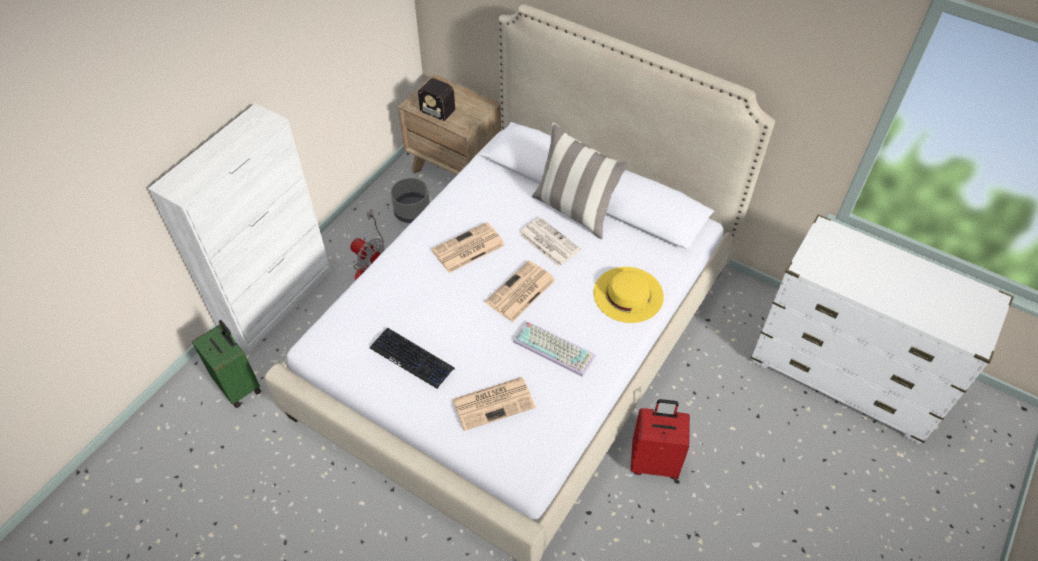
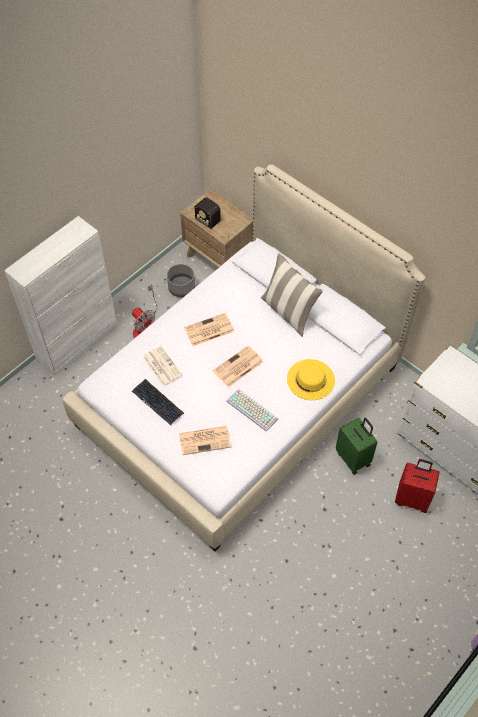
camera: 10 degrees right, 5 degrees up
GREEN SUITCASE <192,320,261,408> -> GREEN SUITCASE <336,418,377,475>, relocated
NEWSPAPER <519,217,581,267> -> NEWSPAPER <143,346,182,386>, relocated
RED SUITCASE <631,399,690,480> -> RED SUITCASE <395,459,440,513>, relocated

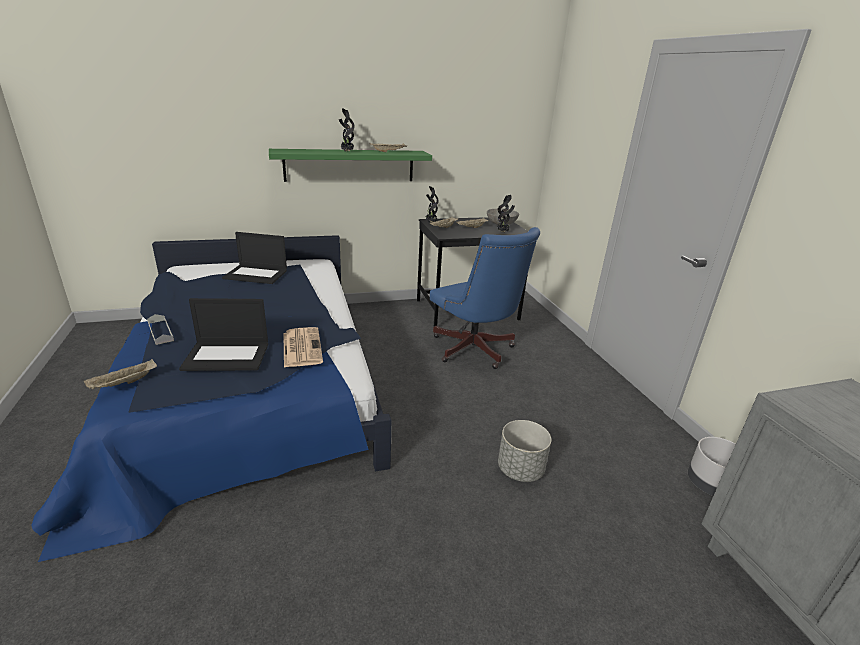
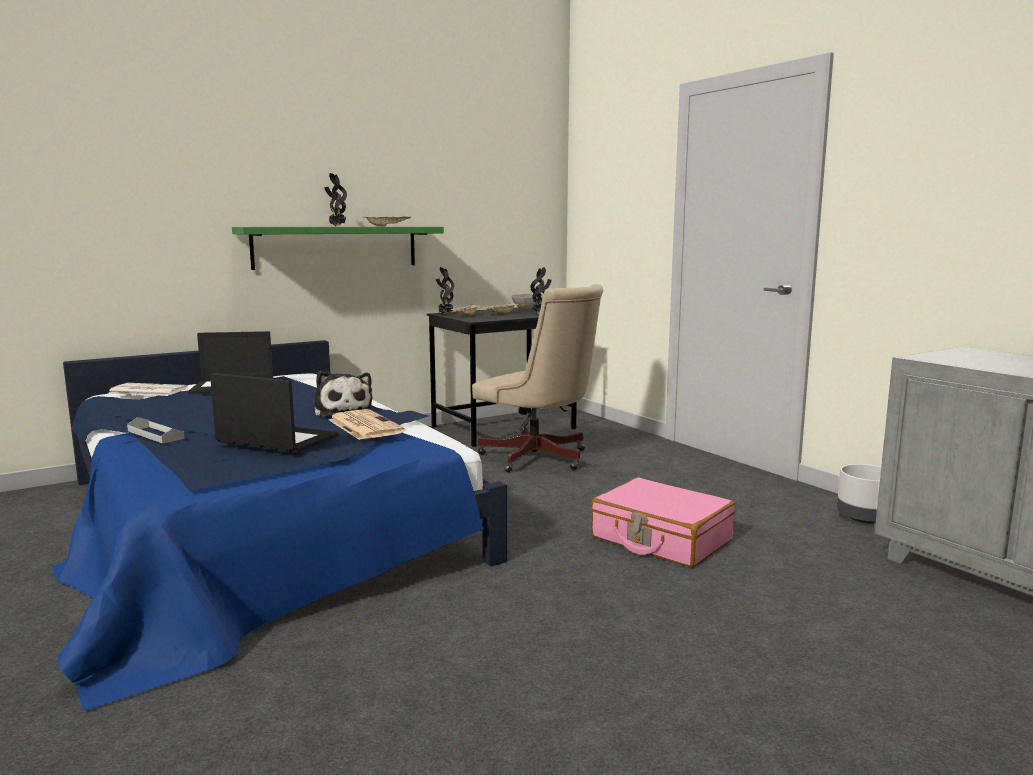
camera: 15 degrees left, 15 degrees down
BEIGE TRAY <84,359,157,390> -> none
LAPTOP <179,298,268,371> -> LAPTOP <210,373,339,453>, 135 degrees counterclockwise
BLUE OFFICE CHAIR <430,227,540,369> -> BEIGE OFFICE CHAIR <472,284,603,472>
GREY PLANTER <498,420,551,482> -> PINK SUITCASE <591,477,735,568>
none -> NEWSPAPER <109,383,188,396>
none -> PLUSH TOY <314,371,373,417>

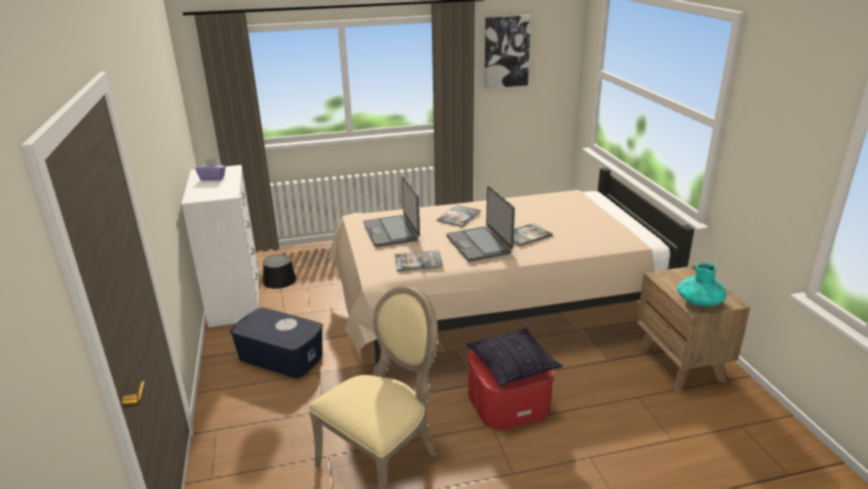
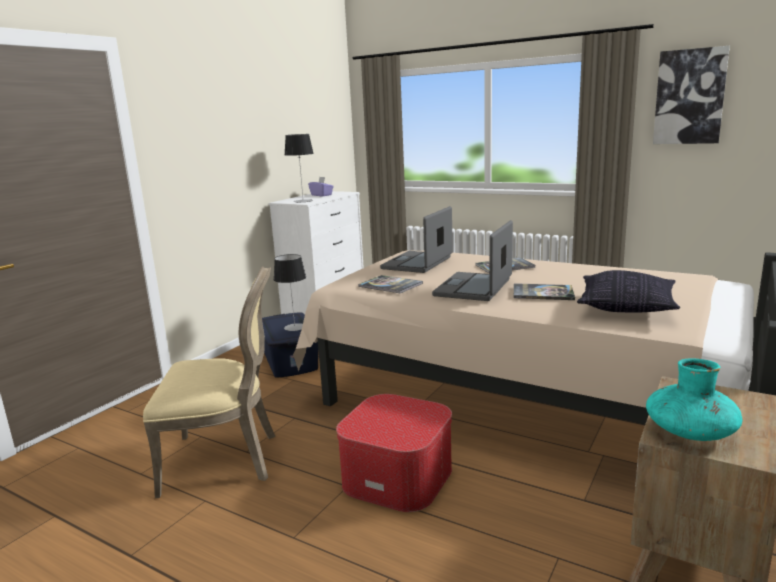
camera: 45 degrees right, 10 degrees down
PILLOW <466,328,563,387> -> PILLOW <577,270,680,312>, relocated
none -> TABLE LAMP <285,134,314,203>

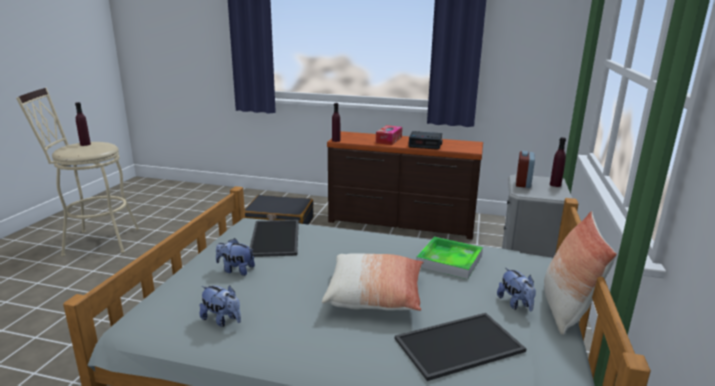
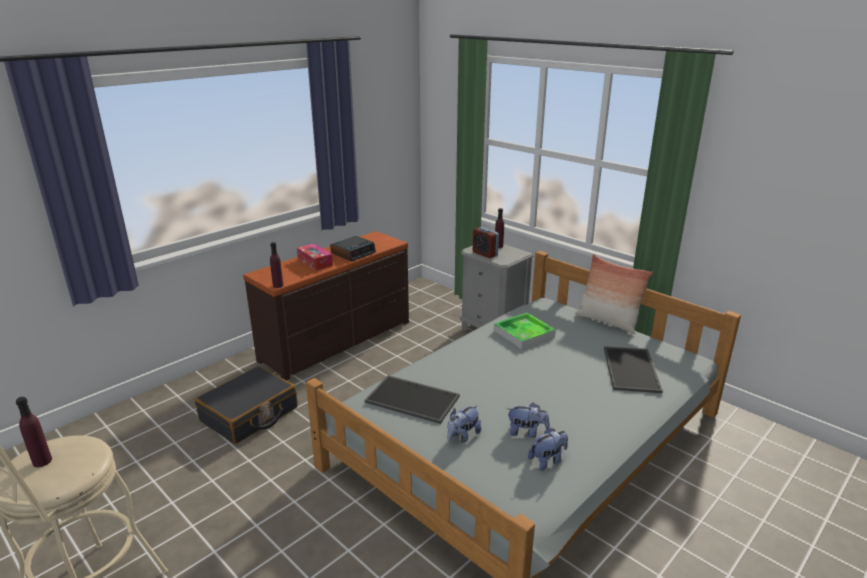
camera: 60 degrees left, 5 degrees up
PILLOW <322,253,424,311> -> none
PLUSH TOY <497,268,536,311> -> PLUSH TOY <507,403,550,438>, relocated

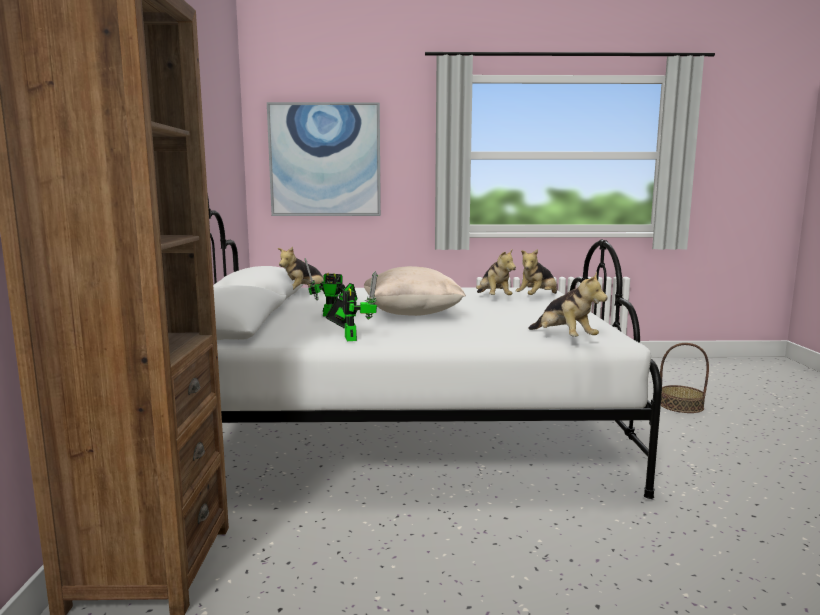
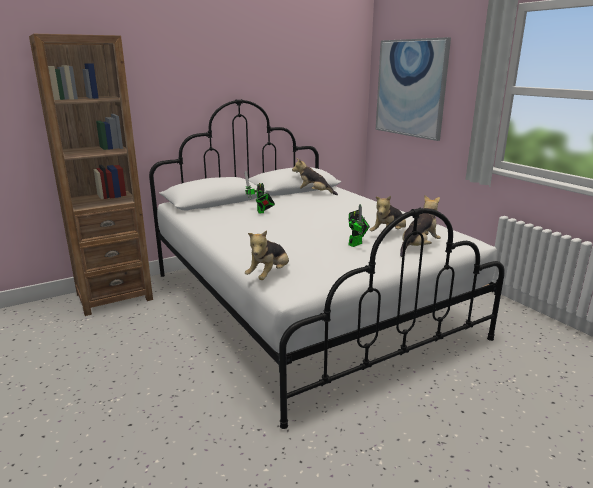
camera: 60 degrees right, 10 degrees up
TOY ROBOT <326,271,378,341> -> TOY ROBOT <348,204,370,247>, relocated
BEIGE PILLOW <364,266,466,316> -> none
PLUSH TOY <515,249,557,295> -> PLUSH TOY <400,195,441,257>, 120 degrees clockwise
BASKET <660,343,709,413> -> none

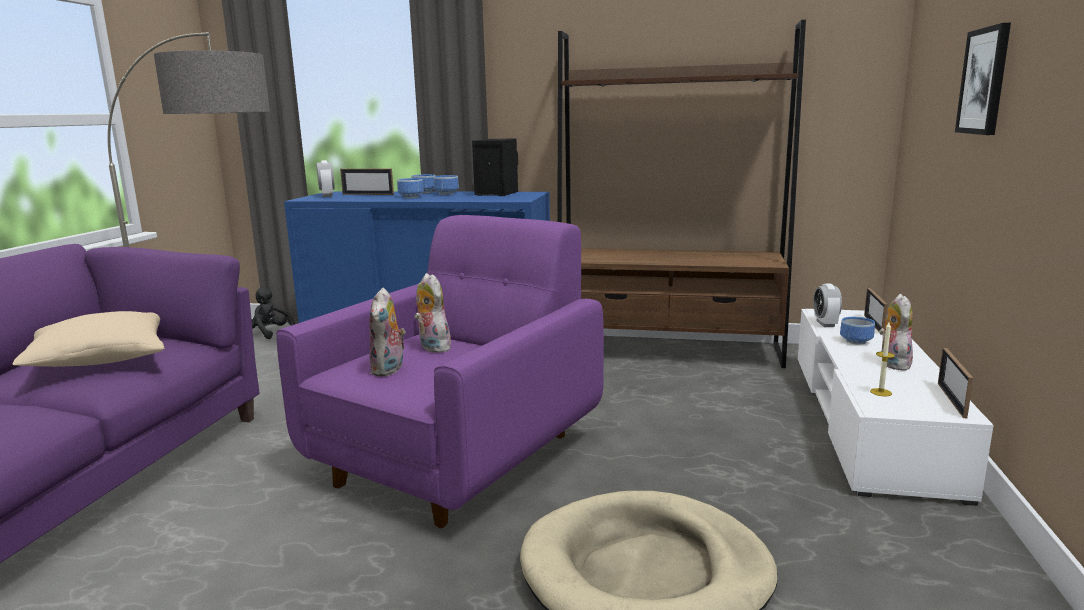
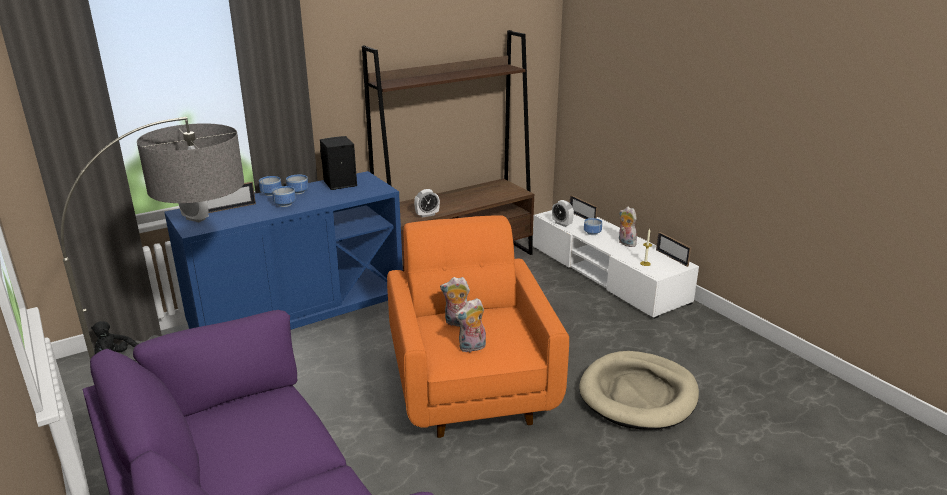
camera: 45 degrees left, 10 degrees up
BEIGE PILLOW <12,311,165,367> -> none
PURPLE ARMCHAIR <277,215,604,528> -> ORANGE ARMCHAIR <387,215,569,438>
PLUSH TOY <369,288,406,376> -> PLUSH TOY <455,298,486,352>, 105 degrees clockwise
PICTURE <955,22,1011,135> -> none
none -> ALARM CLOCK <414,189,440,218>

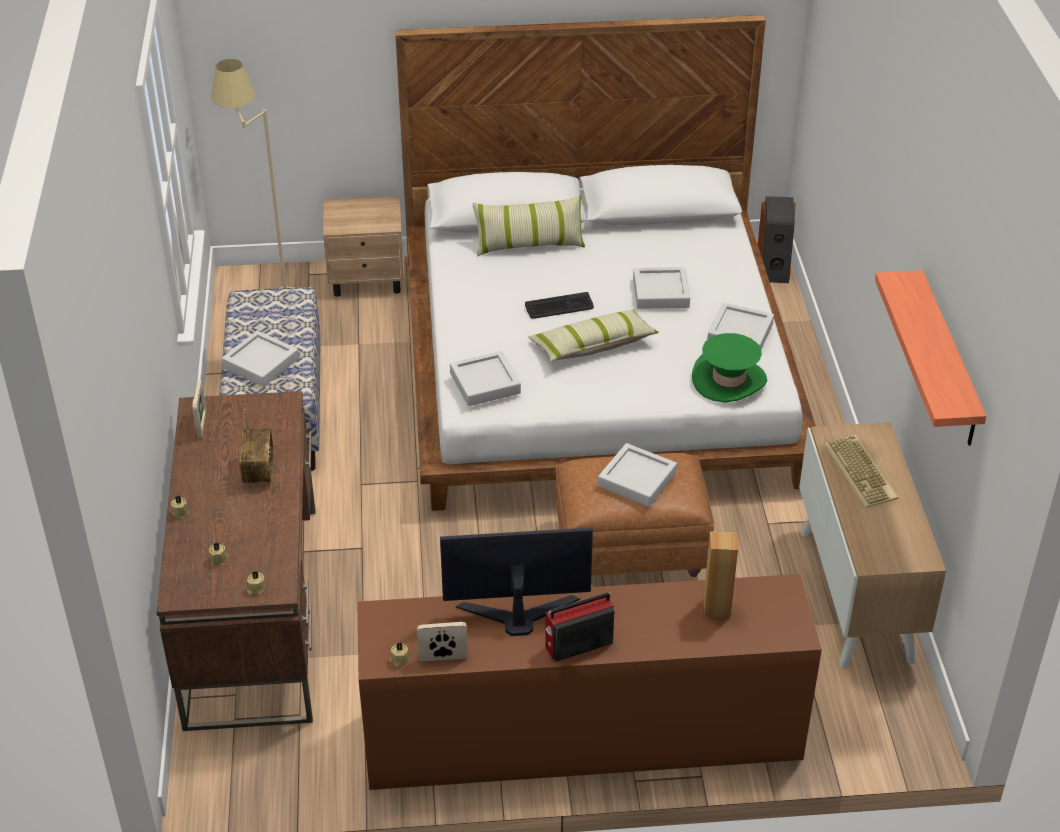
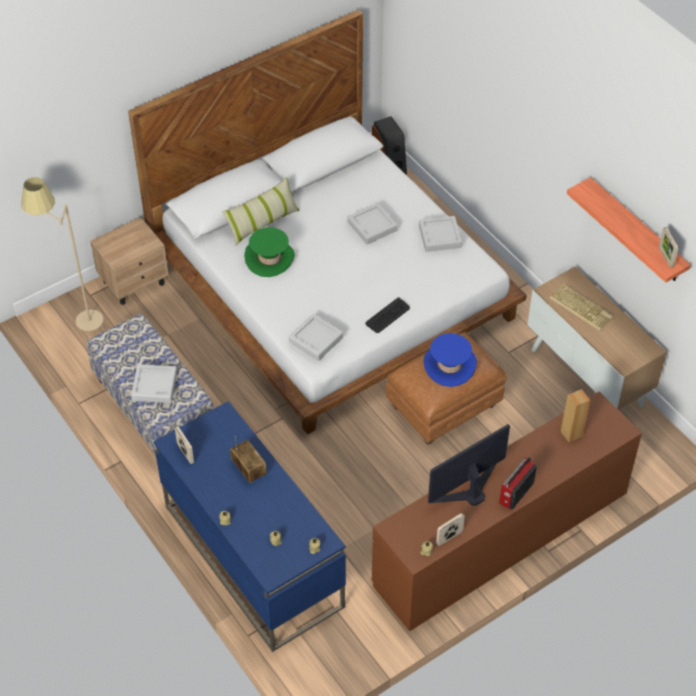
camera: 30 degrees left, 10 degrees up
BROWN DESK <156,391,316,731> -> BLUE DESK <153,401,346,652>
KEYBOARD <525,292,594,319> -> KEYBOARD <365,297,410,333>, relocated
PILLOW <528,309,659,362> -> none
GREY TRAY <598,443,677,507> -> BLUE HAT <423,333,477,387>
GREEN HAT <692,333,767,403> -> GREEN HAT <244,227,295,277>, relocated
none -> PICTURE FRAME <659,227,679,267>

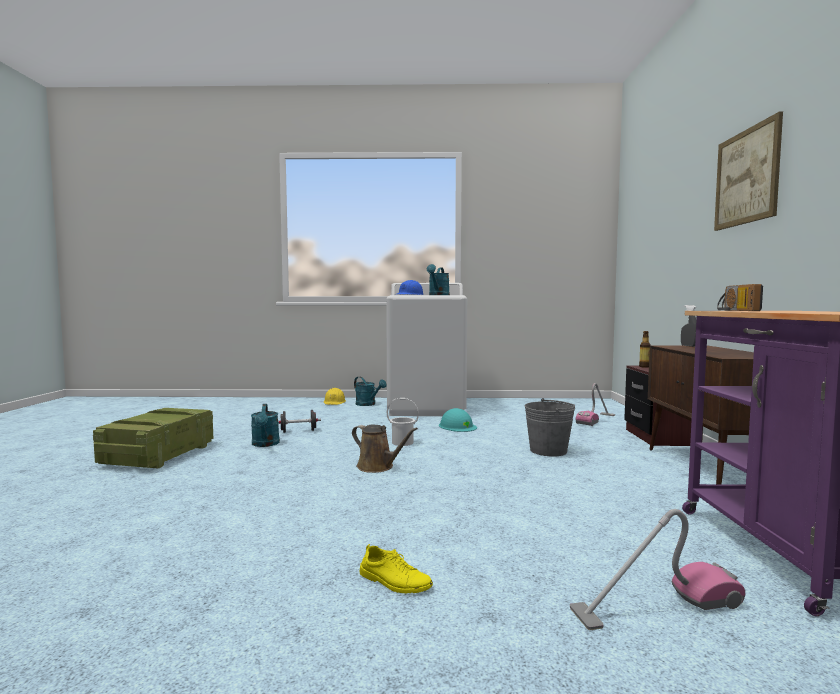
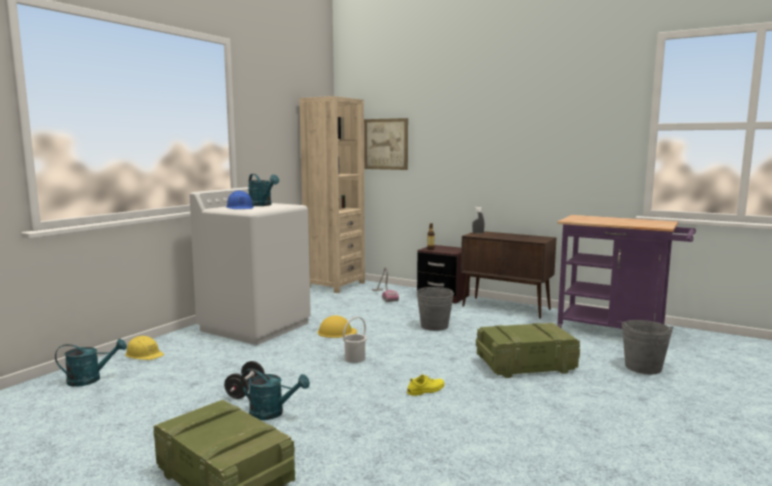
camera: 60 degrees left, 5 degrees up
BROWN WATERING CAN <352,424,418,473> -> none
TURQUOISE WATERING CAN <354,377,387,406> -> TURQUOISE WATERING CAN <55,339,127,387>, relocated
YELLOW SHOE <360,544,433,593> -> YELLOW SHOE <407,374,445,396>, relocated
TURQUOISE HARD HAT <439,408,477,432> -> YELLOW HARD HAT <317,315,357,338>
VACUUM CLEANER <570,509,745,630> -> GREY BUCKET <621,320,673,374>
PICTURE <714,111,783,231> -> PICTURE <364,118,408,170>, relocated
RADIO <717,284,763,311> -> none
none -> BEIGE BOOKCASE <299,96,365,293>
none -> CRATE <476,323,580,378>

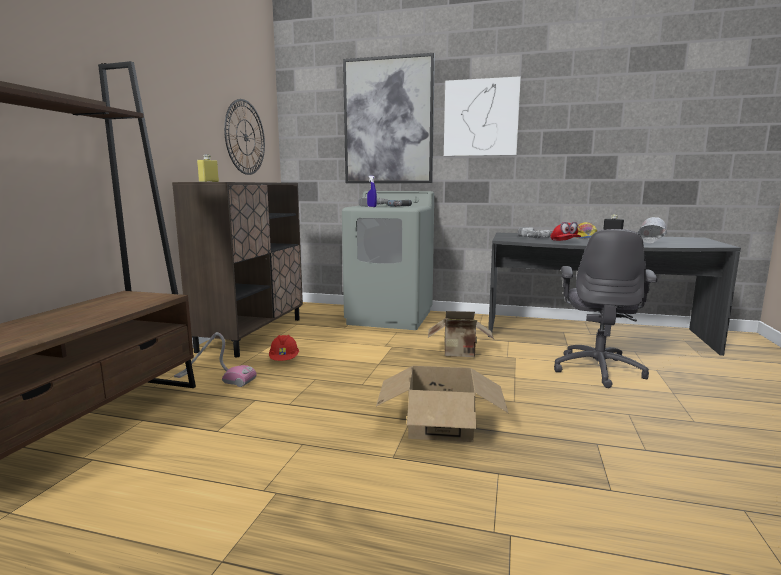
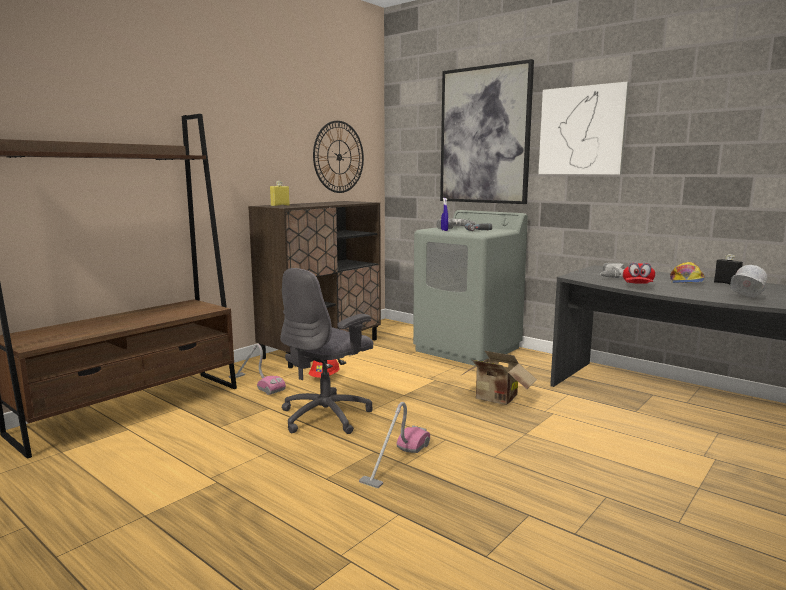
camera: 25 degrees right, 0 degrees up
CARDBOARD BOX <376,366,508,442> -> VACUUM CLEANER <359,402,430,488>
GREY OFFICE CHAIR <554,229,658,388> -> GREY OFFICE CHAIR <280,268,373,434>, relocated

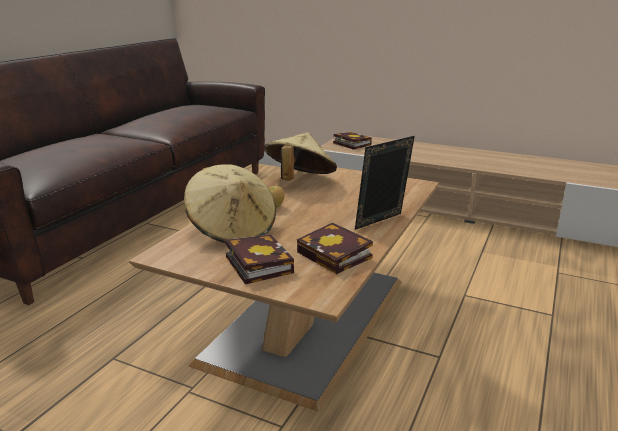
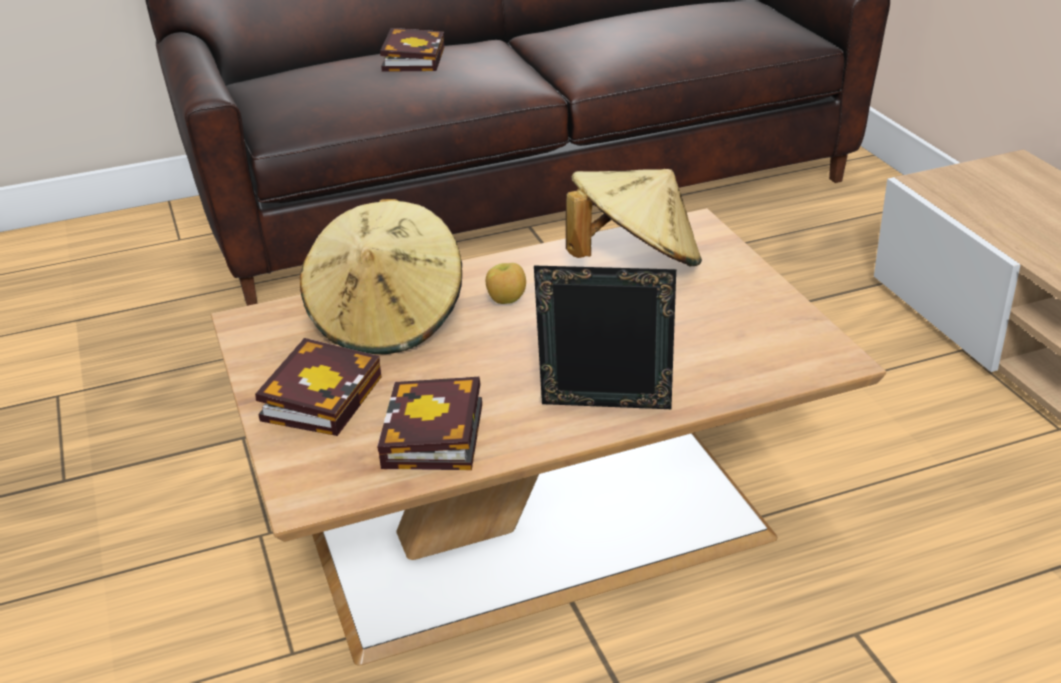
camera: 45 degrees right, 10 degrees up
BOOK <333,132,372,150> -> BOOK <380,28,444,72>, relocated

